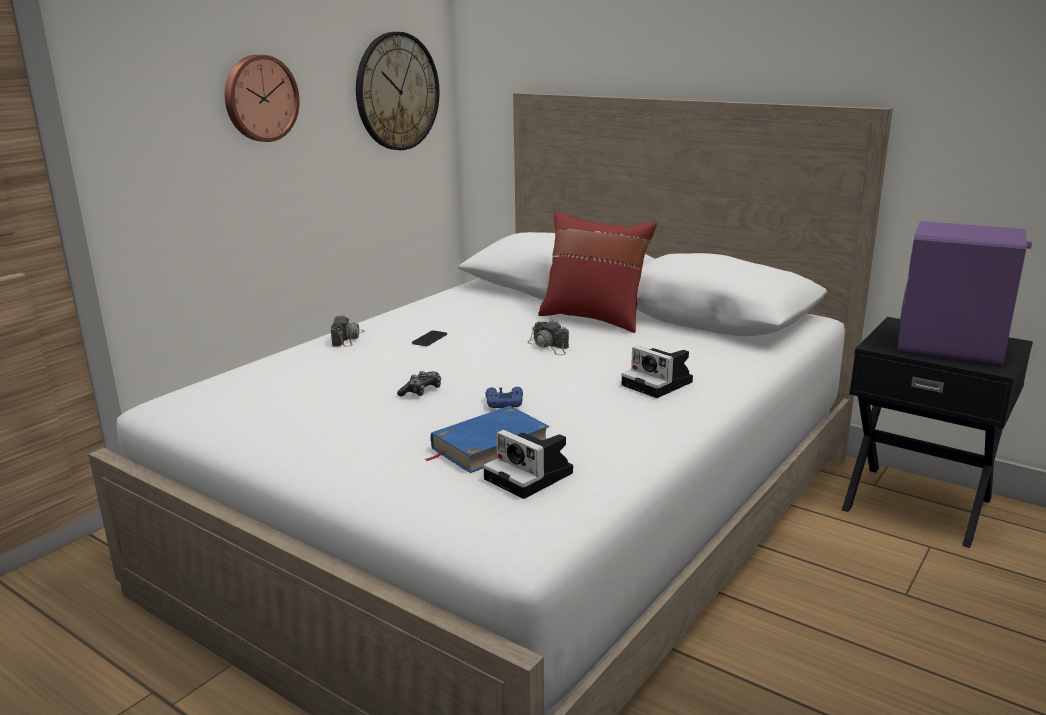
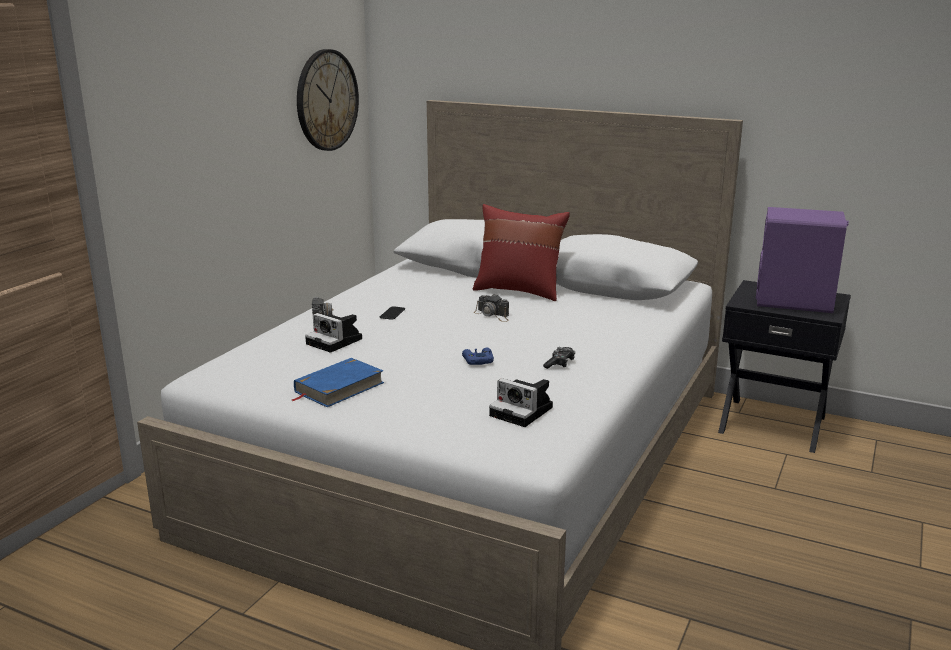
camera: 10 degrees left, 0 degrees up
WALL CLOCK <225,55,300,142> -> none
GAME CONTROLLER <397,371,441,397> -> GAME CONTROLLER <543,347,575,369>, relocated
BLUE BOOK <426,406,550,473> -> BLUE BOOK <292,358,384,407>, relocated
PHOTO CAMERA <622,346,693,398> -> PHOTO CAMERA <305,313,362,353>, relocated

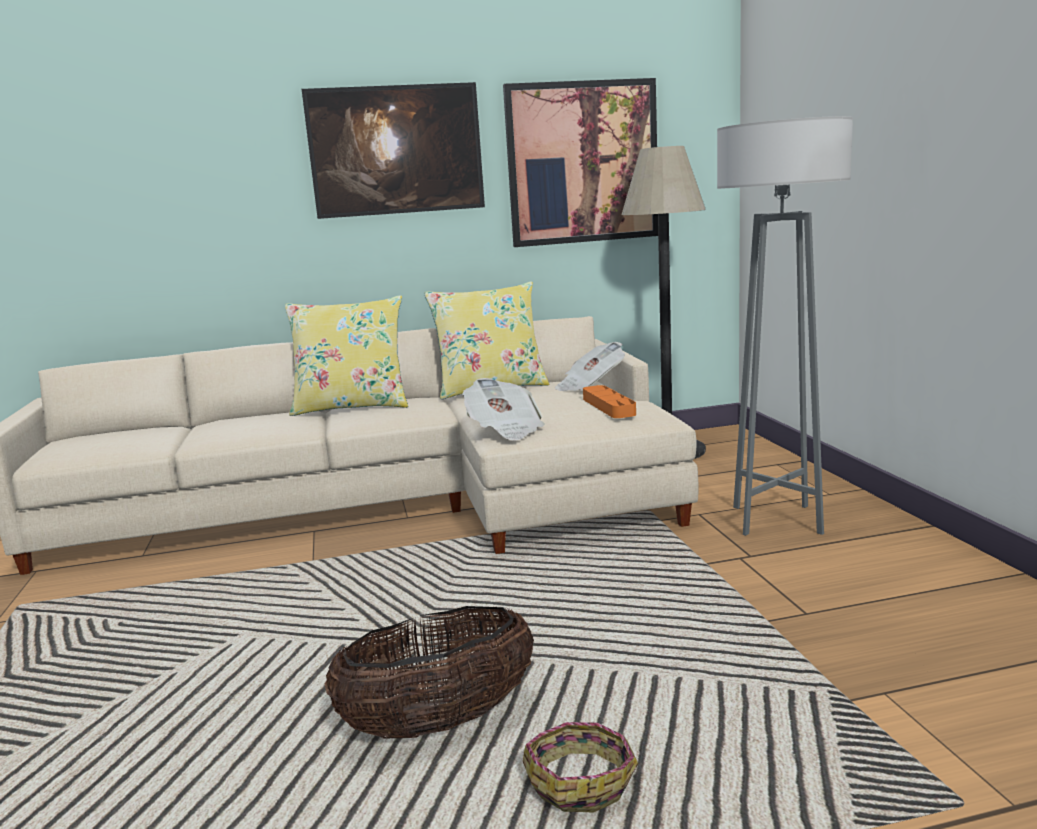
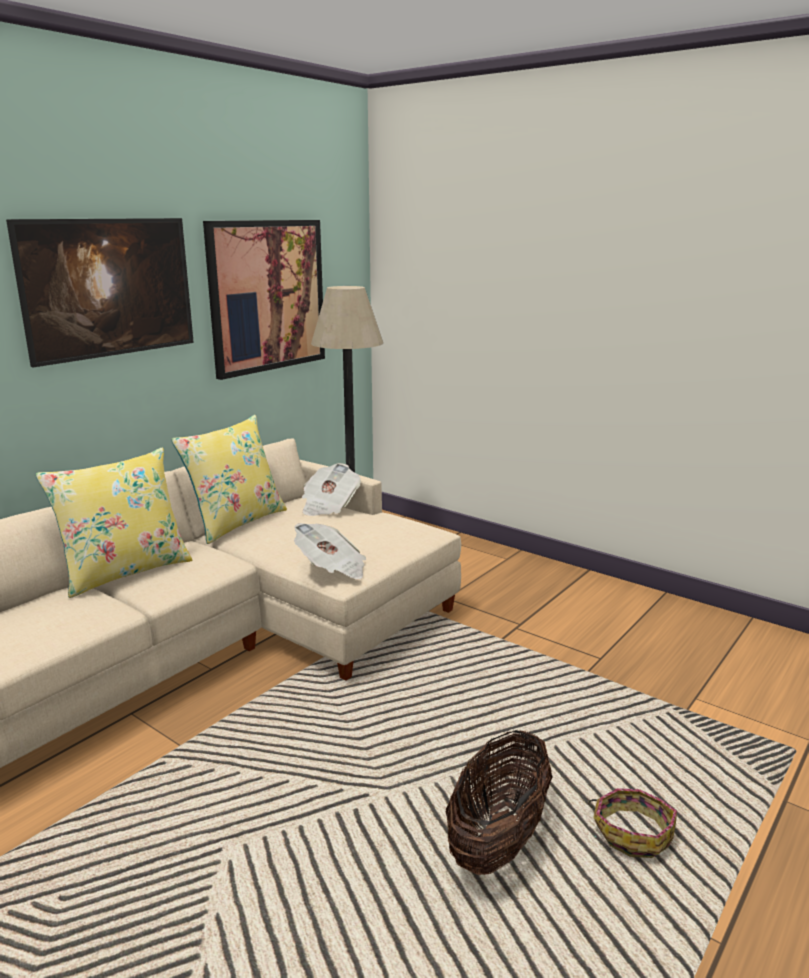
camera: 40 degrees left, 5 degrees up
ORANGE TRAY <583,385,636,418> -> none
GREY FLOOR LAMP <717,116,853,536> -> none

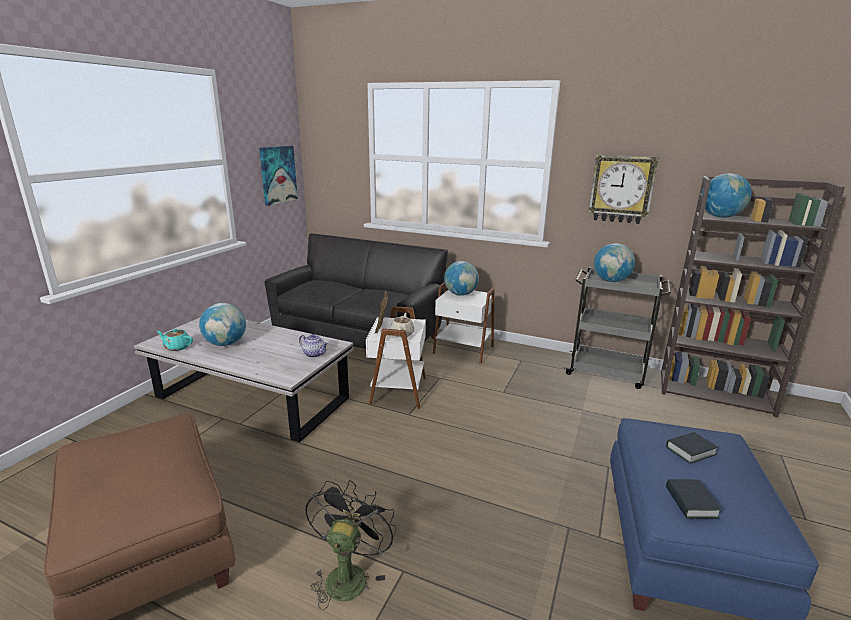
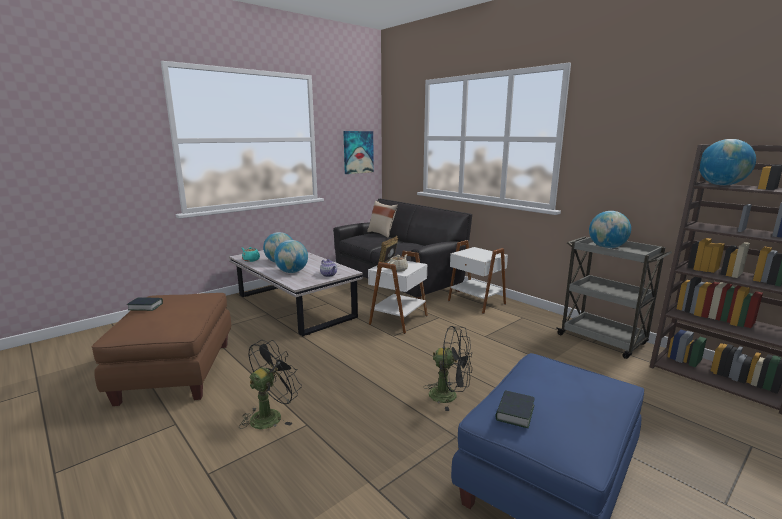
camera: 25 degrees right, 5 degrees down
GLOBE <444,261,479,296> -> GLOBE <274,240,308,273>, relocated
WALL CLOCK <589,155,659,224> -> none
BOOK <666,432,718,464> -> BOOK <127,297,163,311>, relocated
none -> BEIGE PILLOW <367,201,398,238>
none -> BLACK FAN <423,326,472,411>

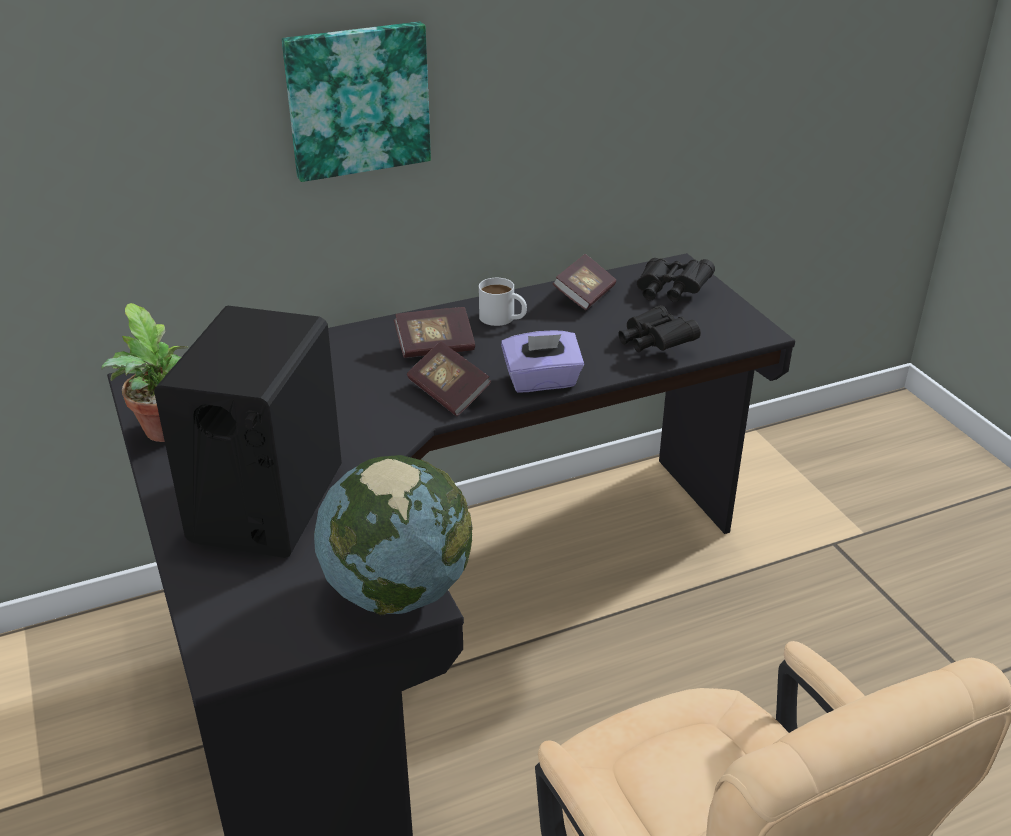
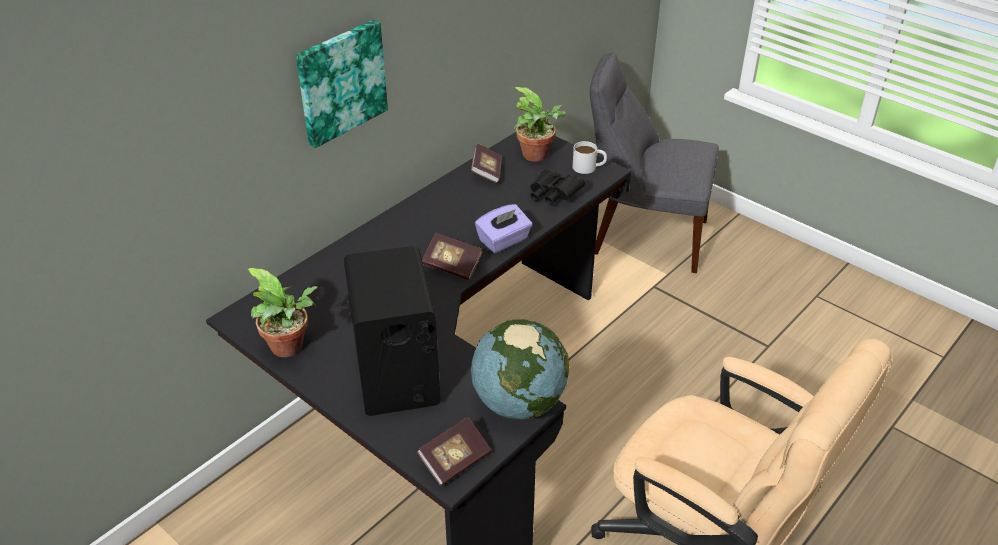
camera: 25 degrees left, 5 degrees up
BOOK <394,307,475,358> -> BOOK <417,417,491,486>, relocated
WHITE MUG <479,278,527,326> -> WHITE MUG <573,141,607,174>, relocated
BLACK BINOCULARS <637,258,715,302> -> POTTED PLANT <513,87,566,161>
none -> GREY CHAIR <590,52,719,273>

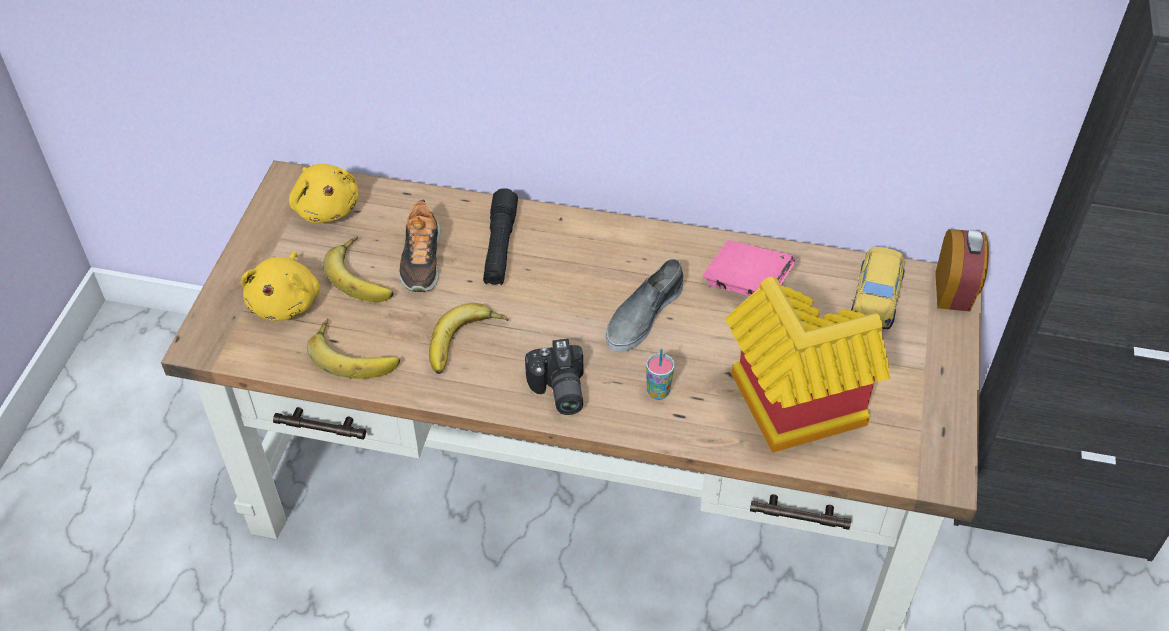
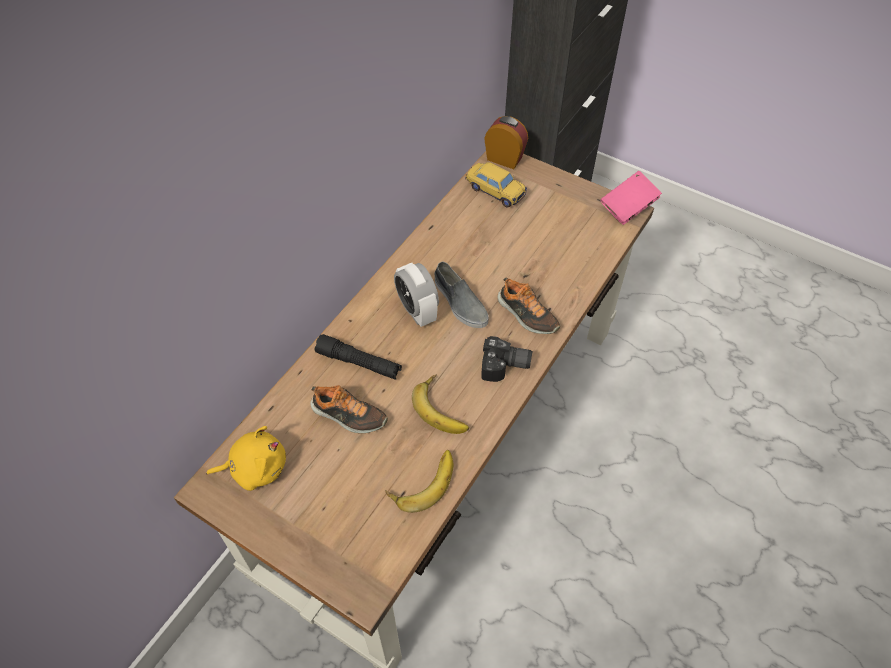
camera: 70 degrees left, 5 degrees up
YELLOW PLUSH TOY <241,252,320,321> -> none
BANANA <323,236,394,302> -> none
CUP <646,349,675,400> -> SHOE <498,277,560,334>
PINK BOOK <703,240,795,296> -> PINK BOOK <600,171,662,225>, relocated
TOY HOUSE <725,277,890,453> -> none
none -> ALARM CLOCK <394,263,439,327>

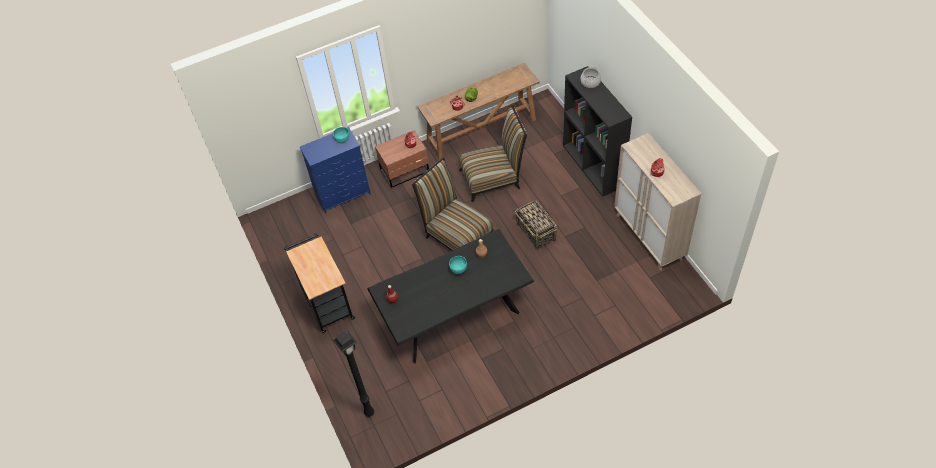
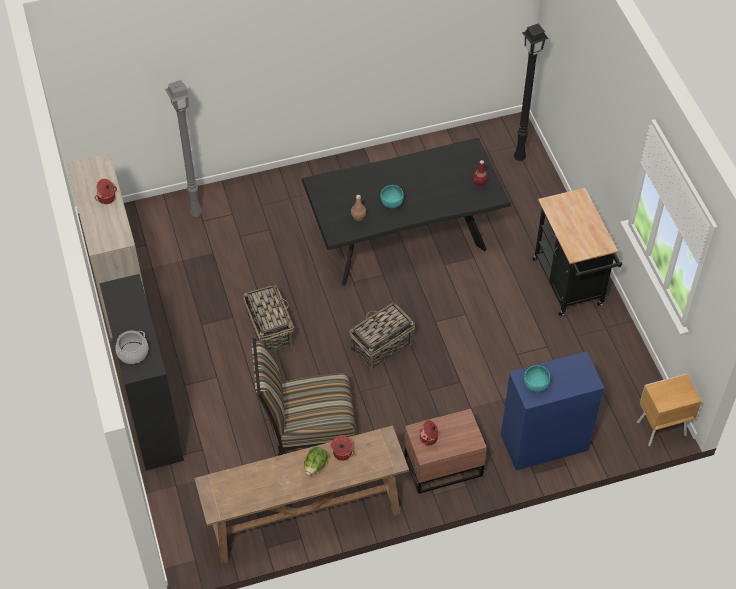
camera: 175 degrees left, 0 degrees up
CHAIR <412,157,494,251> -> BASKET <350,300,415,371>
none -> GREY FLOOR LAMP <165,80,202,217>
none -> BROWN NIGHTSTAND <637,374,702,446>

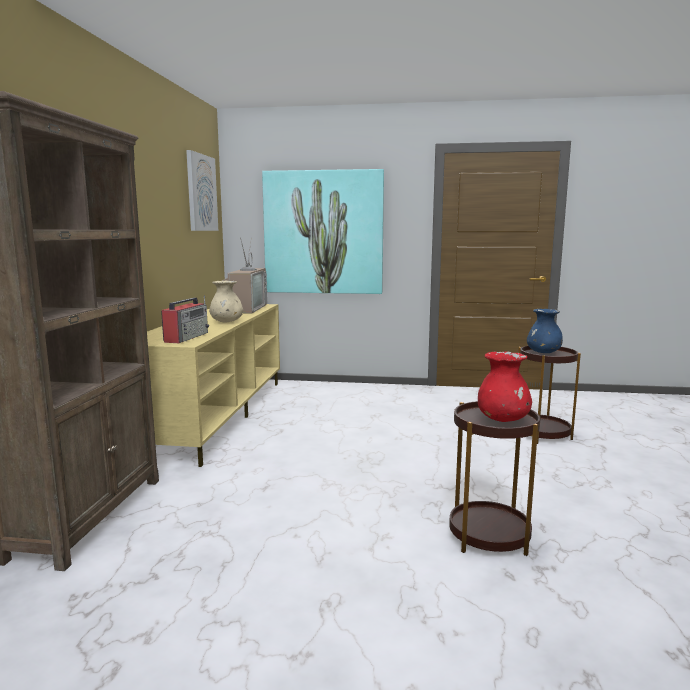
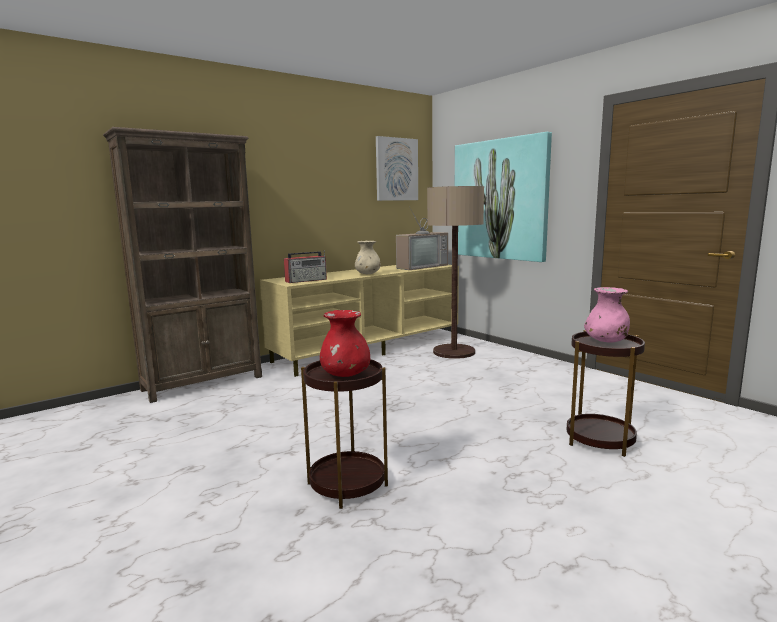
camera: 45 degrees right, 0 degrees up
BLUE VASE <527,309,563,353> -> PINK VASE <584,287,630,343>
none -> FLOOR LAMP <427,186,484,359>

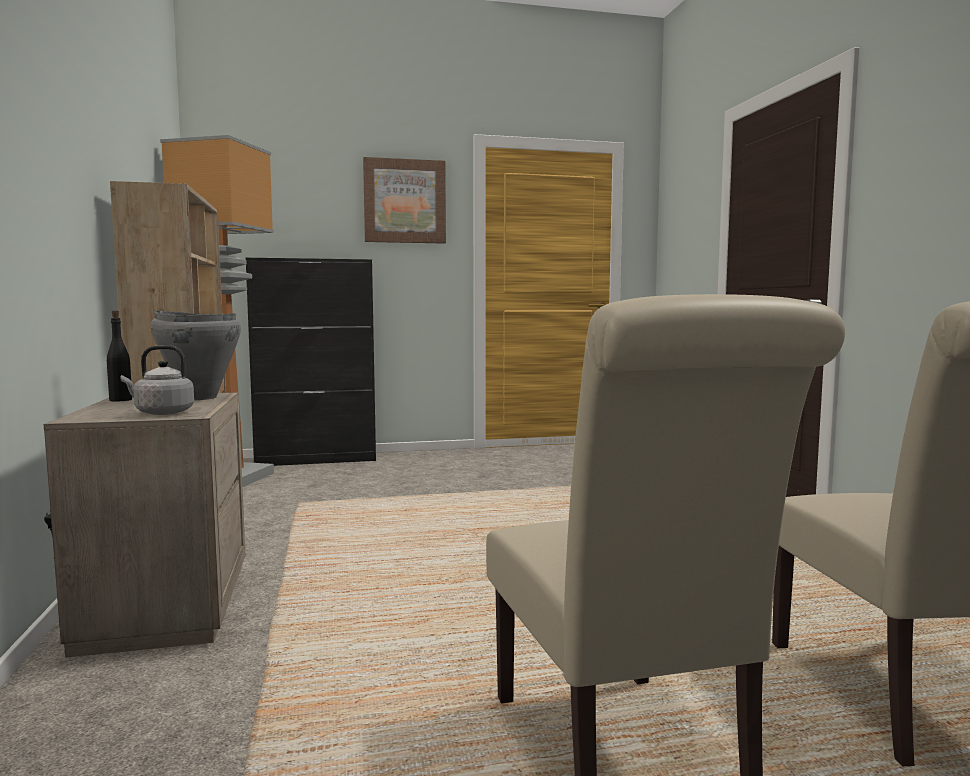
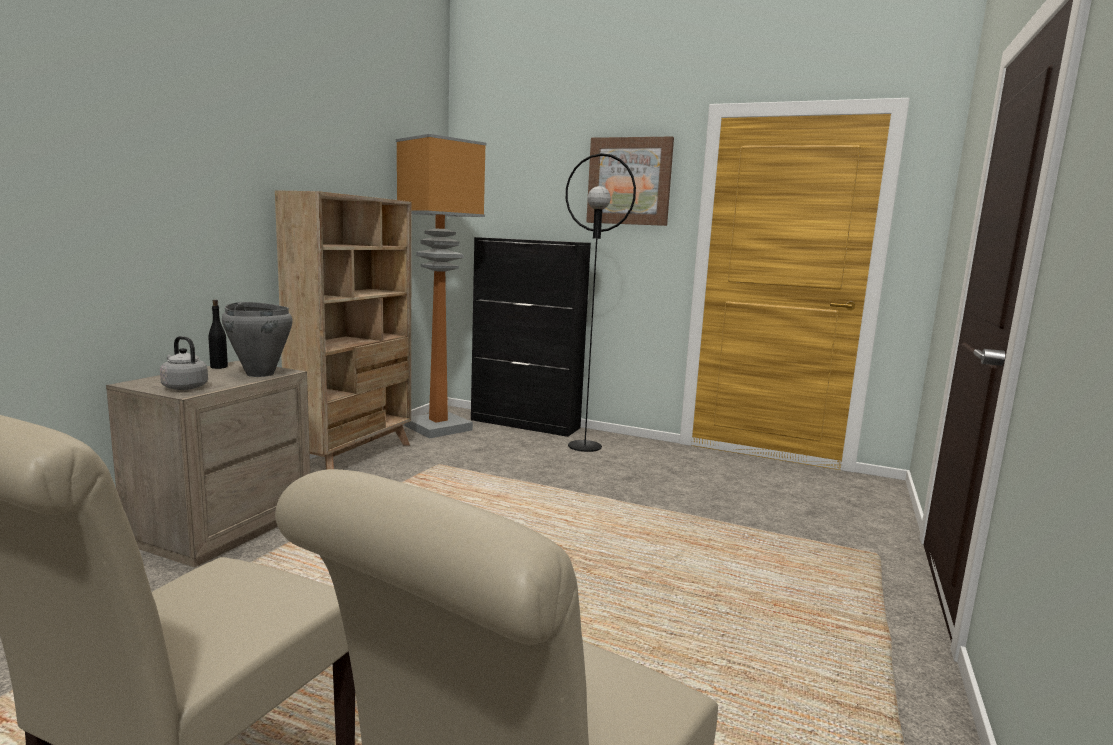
camera: 35 degrees right, 5 degrees up
none -> BLACK FLOOR LAMP <566,153,636,452>

